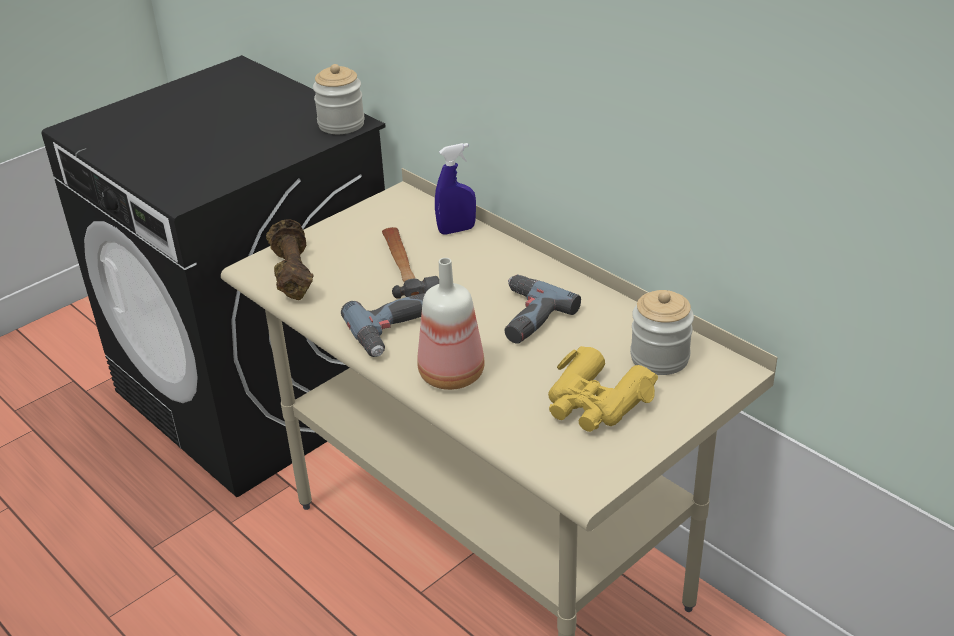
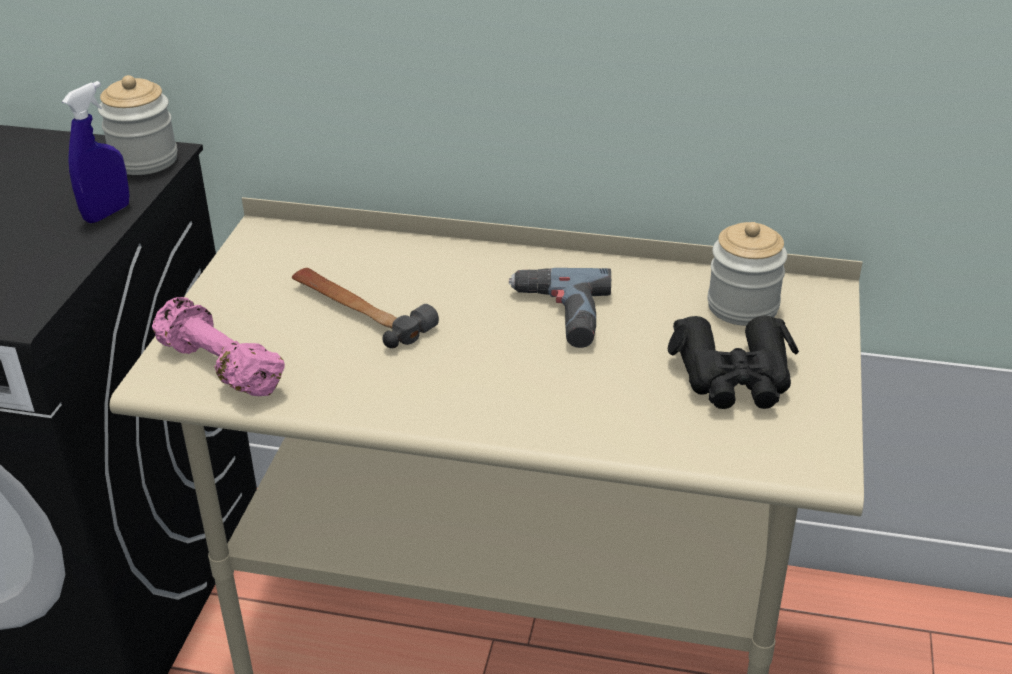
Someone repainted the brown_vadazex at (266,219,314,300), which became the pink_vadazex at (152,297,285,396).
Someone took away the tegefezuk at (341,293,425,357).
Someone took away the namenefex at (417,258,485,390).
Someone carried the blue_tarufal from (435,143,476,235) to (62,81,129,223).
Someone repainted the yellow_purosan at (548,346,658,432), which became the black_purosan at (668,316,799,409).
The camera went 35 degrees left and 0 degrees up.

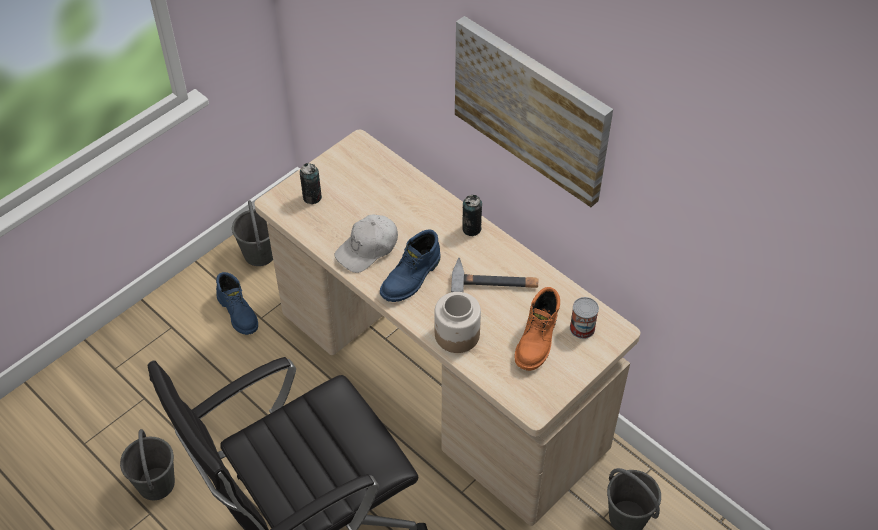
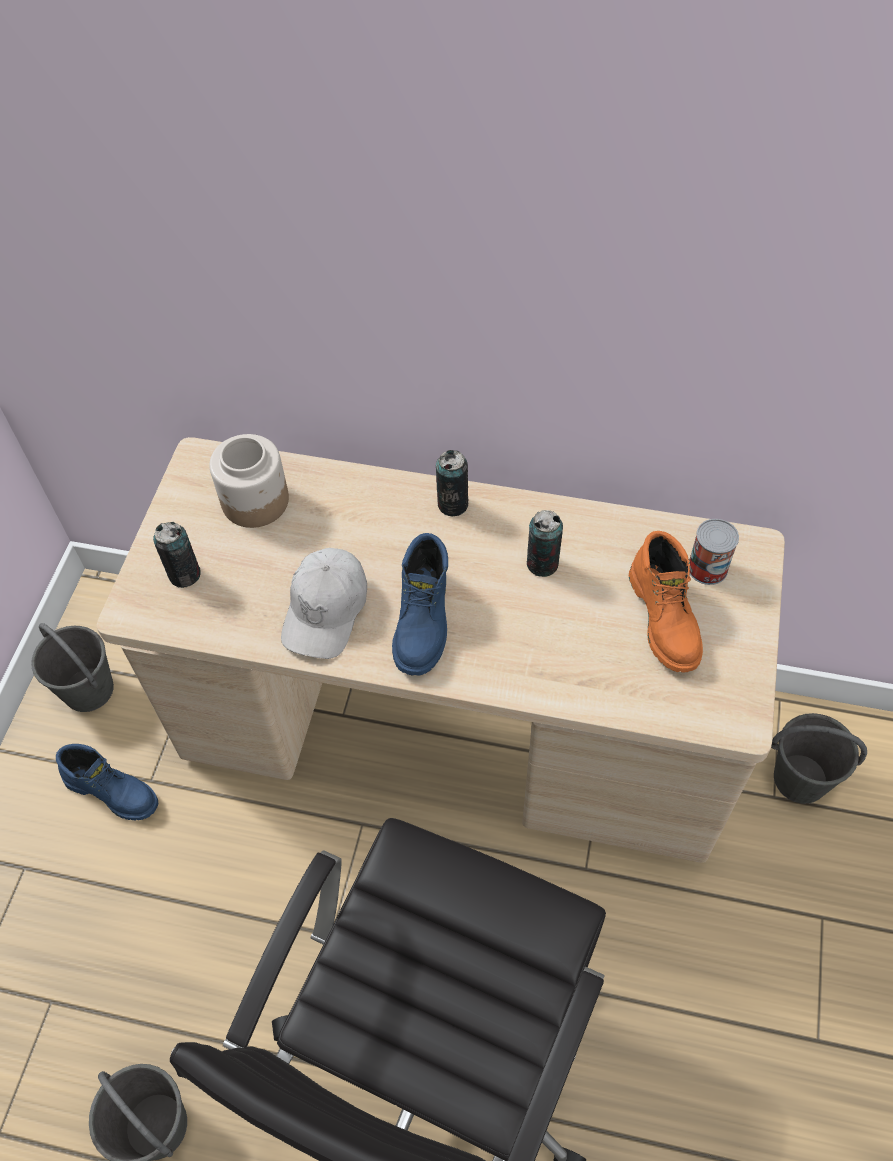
Someone carried the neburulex from (434,292,481,353) to (209,434,289,528).
Someone swapped the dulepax at (451,258,538,292) for the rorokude at (527,510,563,577).
Someone took away the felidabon at (455,16,613,207).
The camera went 30 degrees left and 5 degrees up.

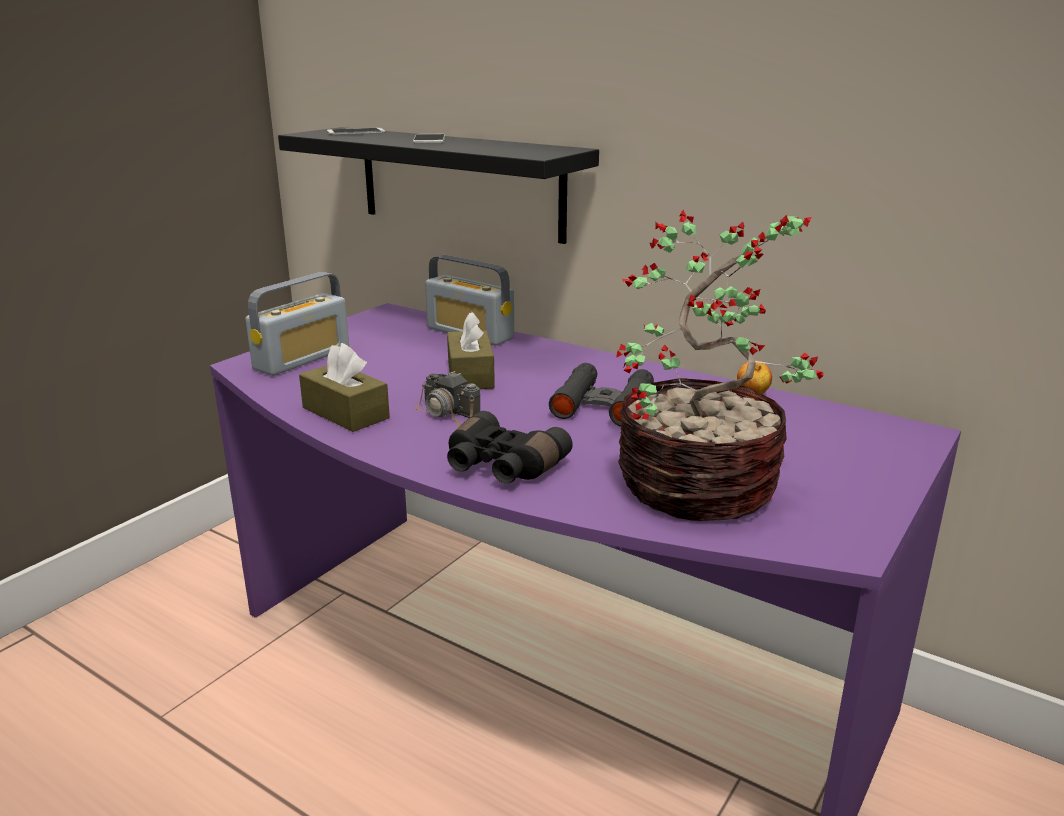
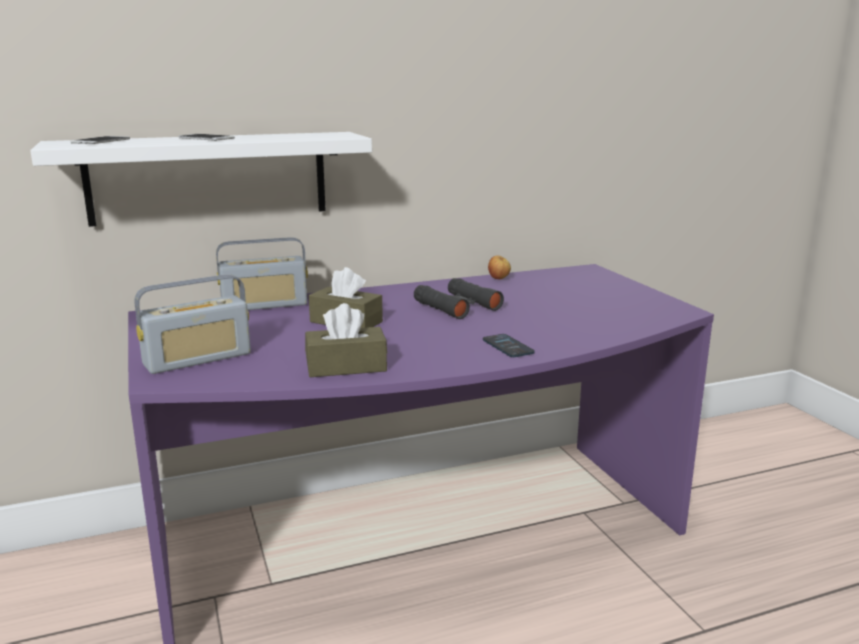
Someone rotated the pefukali at (245,272,349,376) by 75 degrees clockwise.
Someone repainted the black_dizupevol at (278,127,599,244), which became the white_dizupevol at (30,132,372,227).
Someone took away the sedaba at (415,371,480,427).
Someone swapped the black_purosan at (447,411,573,483) for the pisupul at (483,334,535,357).
Someone took away the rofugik at (616,210,823,521).
The camera went 55 degrees left and 5 degrees down.

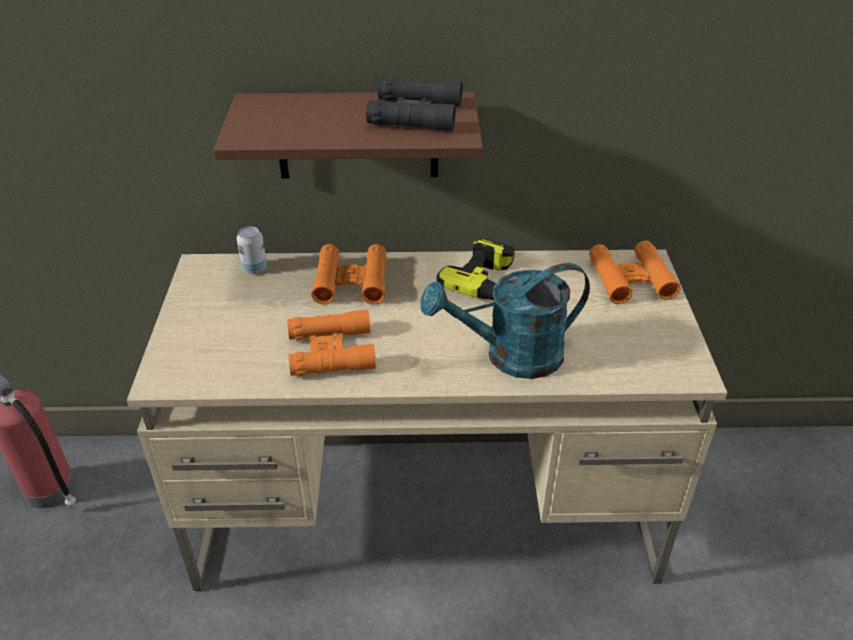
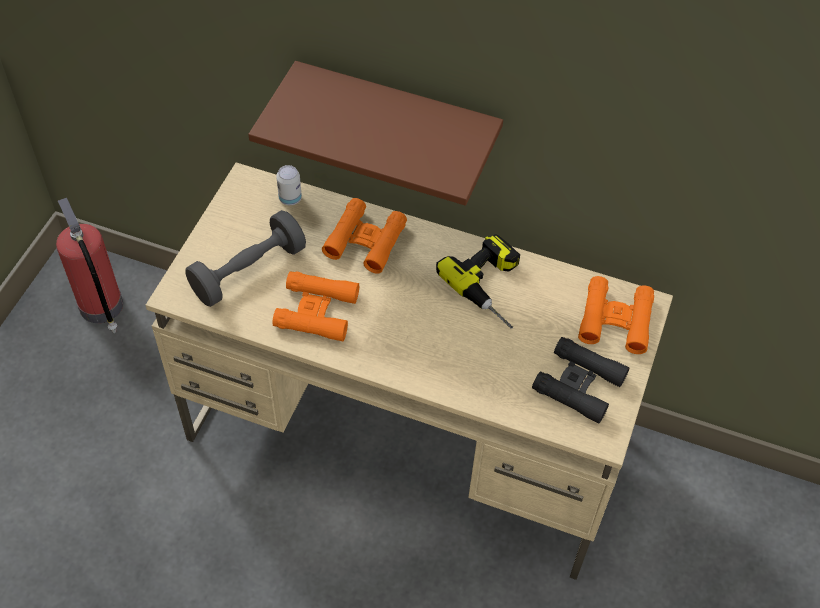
Someone carried the black_purosan from (366,77,463,131) to (532,337,629,424).
Someone took away the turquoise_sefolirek at (421,263,590,379).
Someone put down the grey_vadazex at (185,210,306,307).
The camera went 20 degrees right and 15 degrees up.

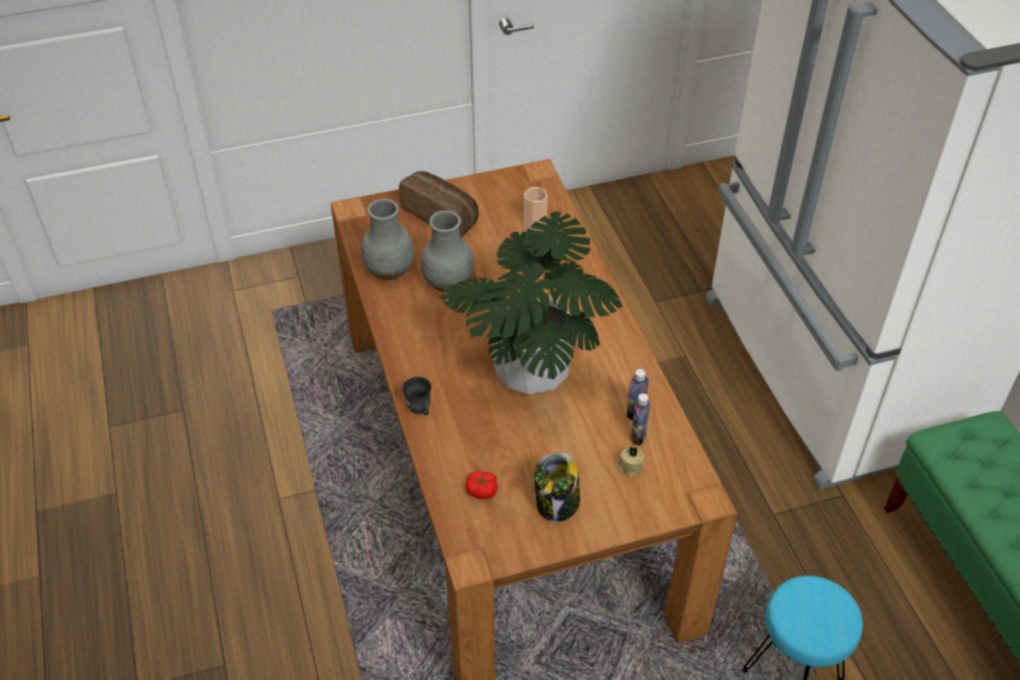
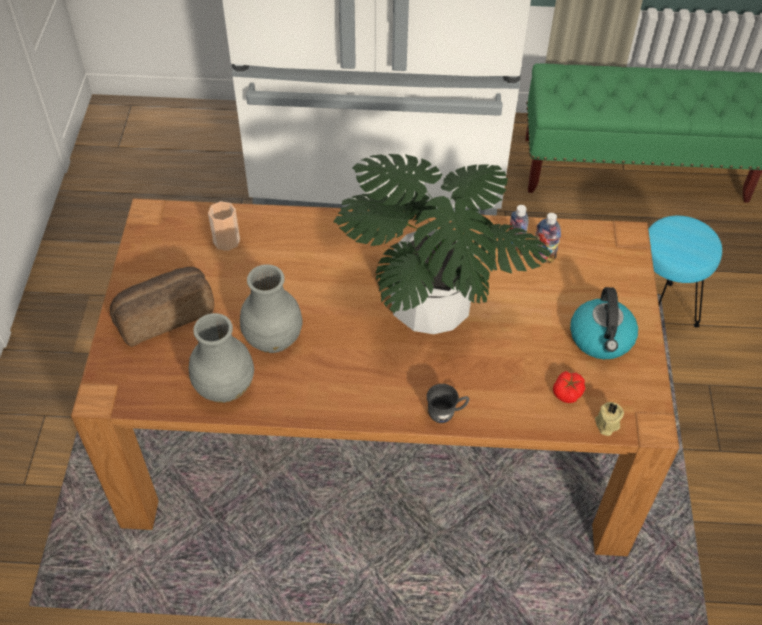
Someone swapped the neburulex at (534,452,580,522) for the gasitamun at (570,287,638,359).
Someone carried the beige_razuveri from (617,446,644,477) to (595,402,624,436).
The camera went 70 degrees left and 5 degrees up.

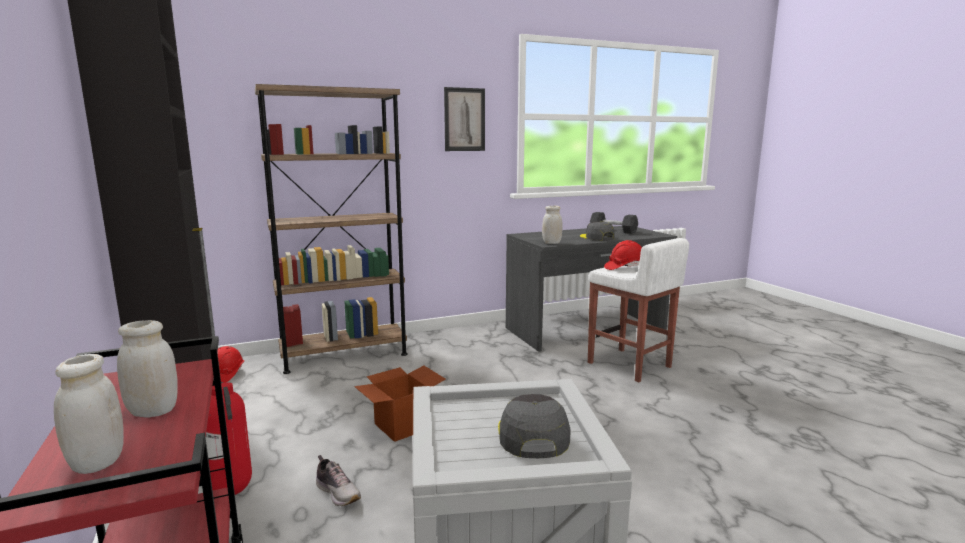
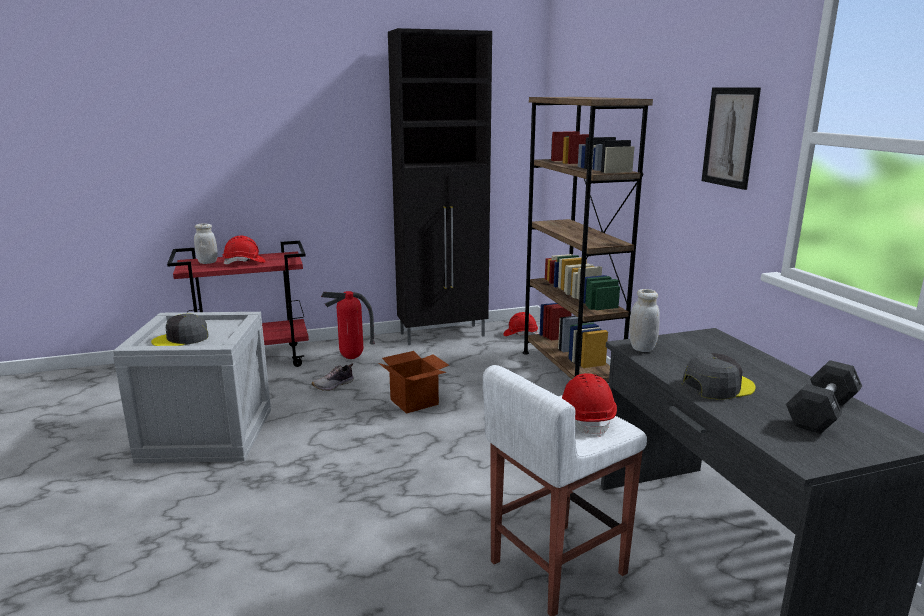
Someone swapped the white_neburulex at (117,320,178,418) for the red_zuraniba at (223,236,266,264).
Someone rotated the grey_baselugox at (498,394,571,458) by 150 degrees clockwise.
The camera went 95 degrees right and 5 degrees up.

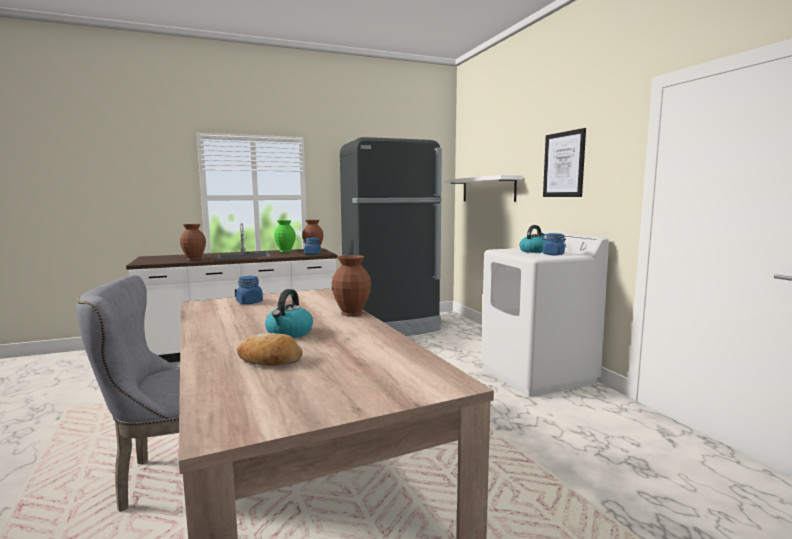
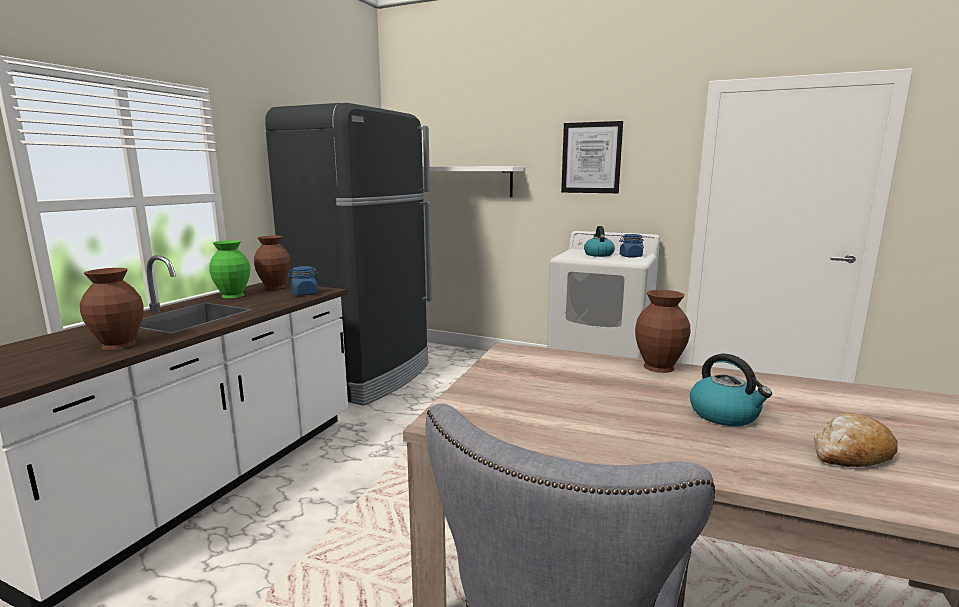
Someone took away the blue_neburulex at (236,276,263,304).
The camera went 45 degrees left and 5 degrees up.

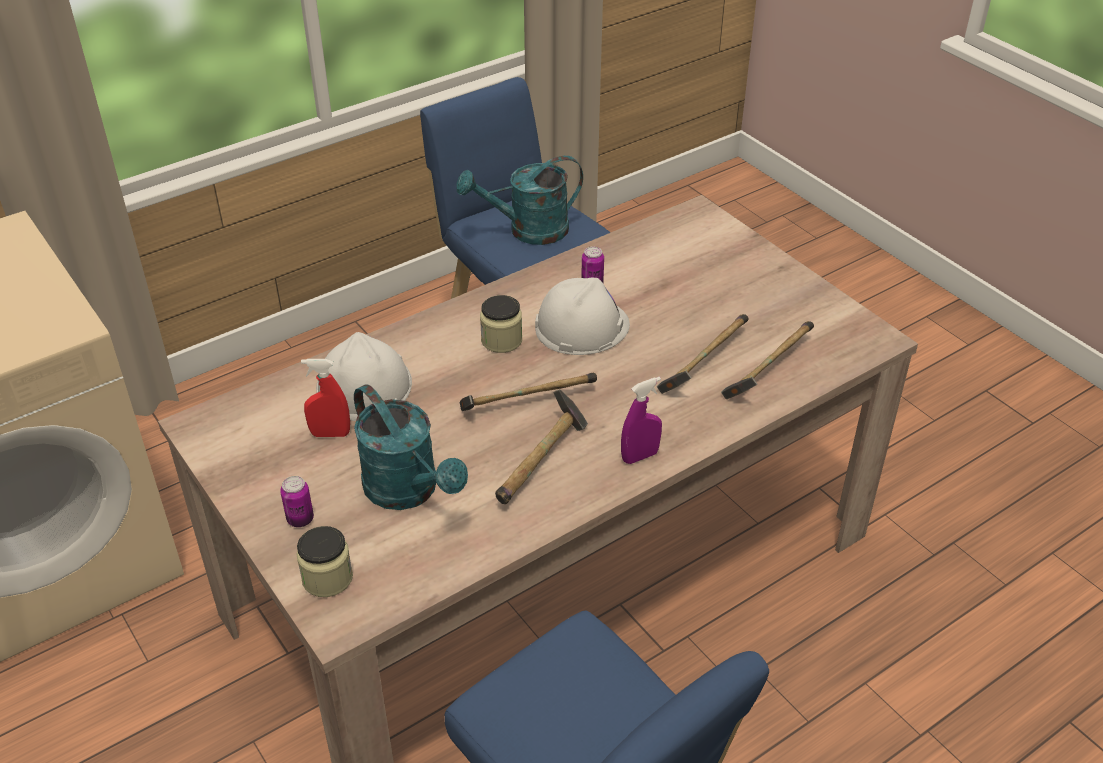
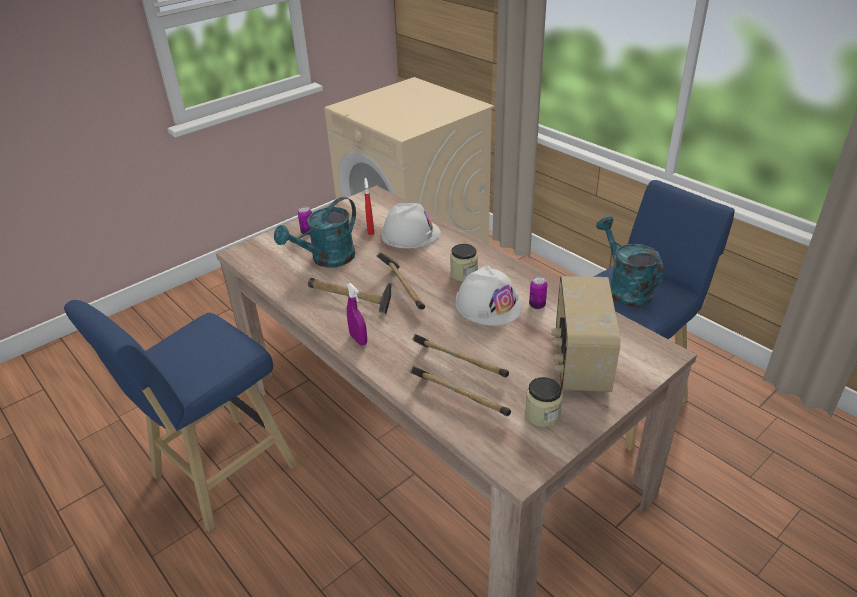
Someone carried the neburulex from (297,526,353,597) to (525,377,563,427).
Someone put down the pefukali at (551,276,620,392).
The camera went 85 degrees right and 5 degrees down.

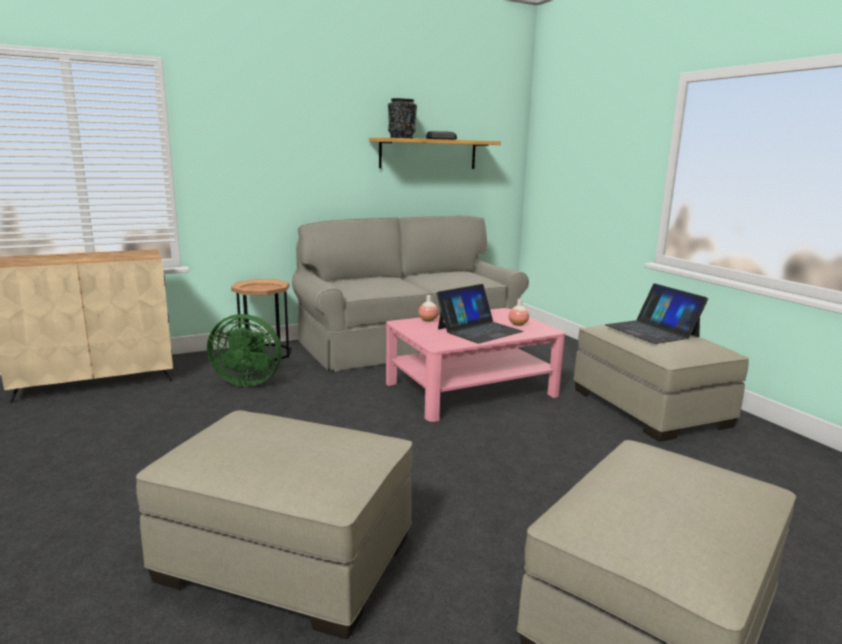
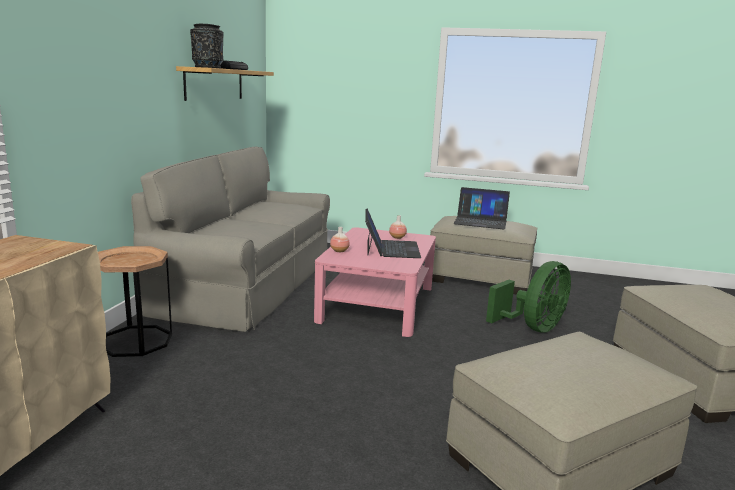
Someone carried the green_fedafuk from (207,314,282,387) to (486,261,571,333).
The camera went 50 degrees left and 0 degrees up.

